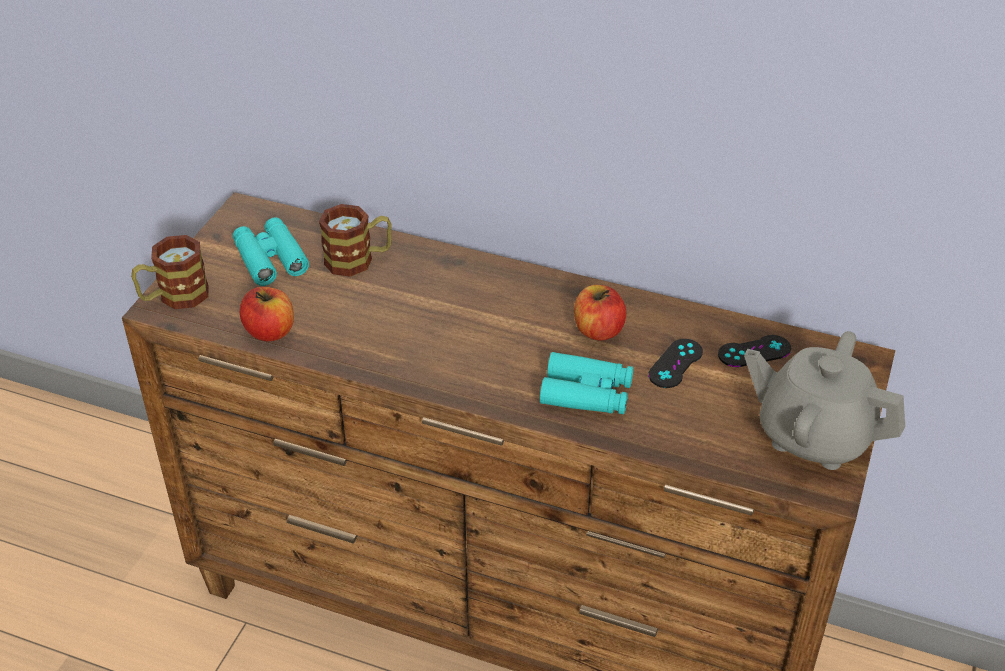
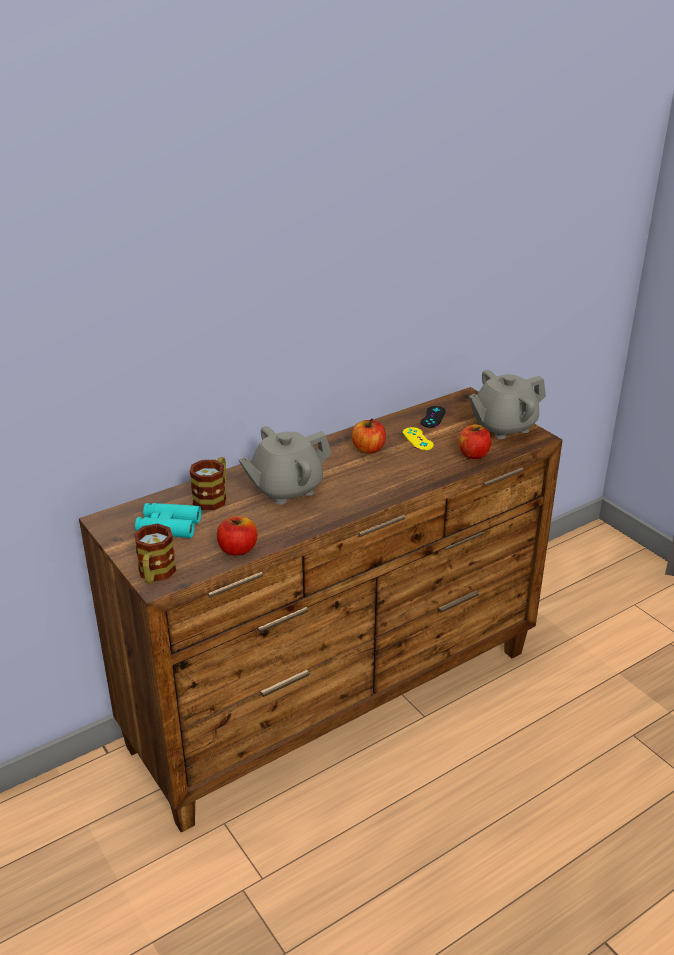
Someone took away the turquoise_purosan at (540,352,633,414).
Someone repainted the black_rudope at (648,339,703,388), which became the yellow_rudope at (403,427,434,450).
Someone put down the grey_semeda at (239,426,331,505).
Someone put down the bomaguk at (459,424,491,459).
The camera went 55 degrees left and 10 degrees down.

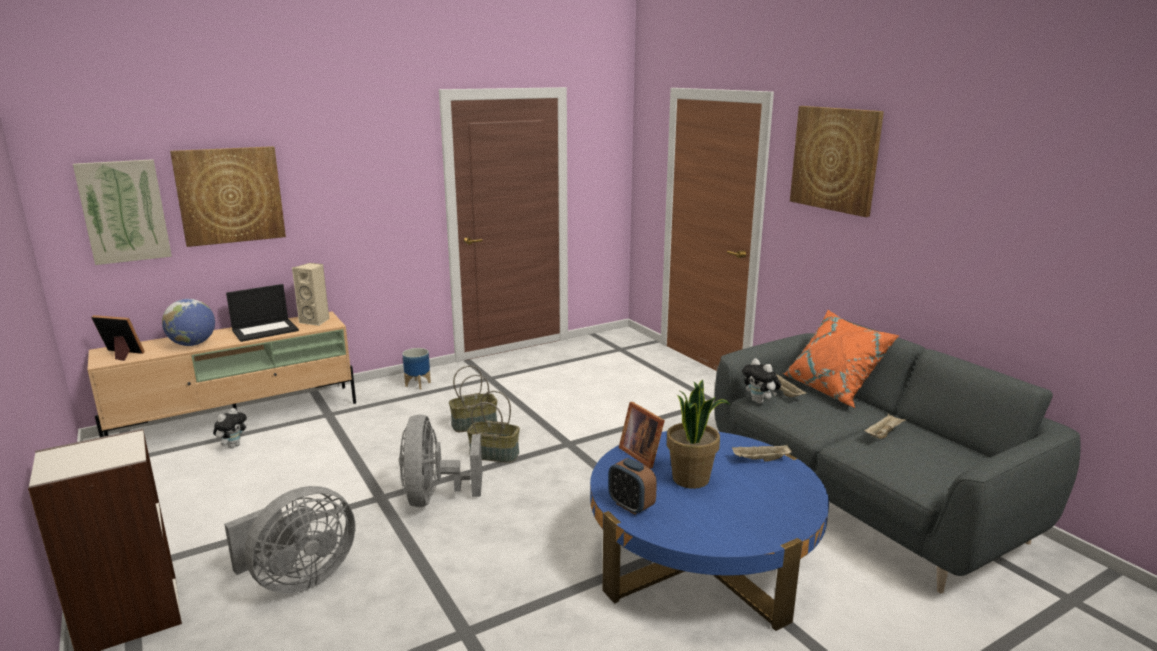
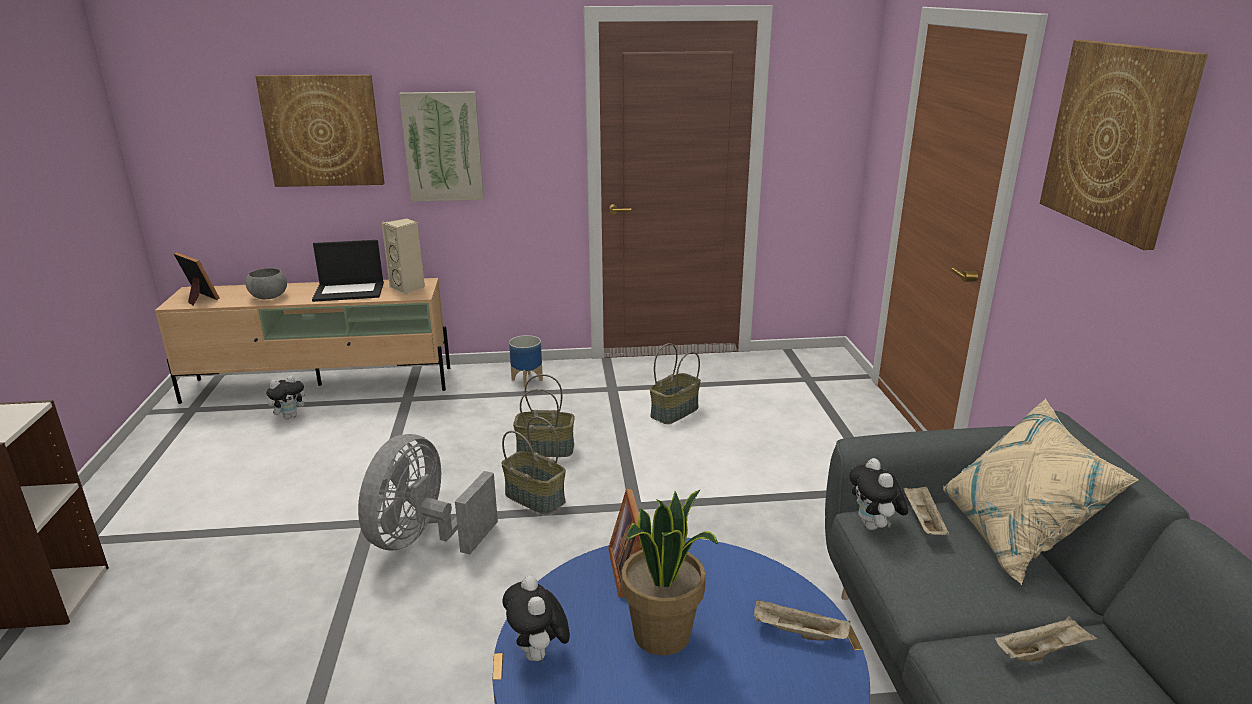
Someone carried the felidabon from (73,159,172,265) to (399,91,484,202).
Someone swapped the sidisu at (162,299,215,346) for the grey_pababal at (246,268,287,300).
Someone took away the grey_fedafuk at (224,486,356,594).
Someone swapped the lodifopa at (608,458,657,515) for the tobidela at (502,576,570,662).
Someone repainted the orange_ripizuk at (783,310,899,408), which became the beige_ripizuk at (943,398,1139,585).
Someone put down the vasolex at (650,343,701,424).
The camera went 25 degrees right and 5 degrees up.

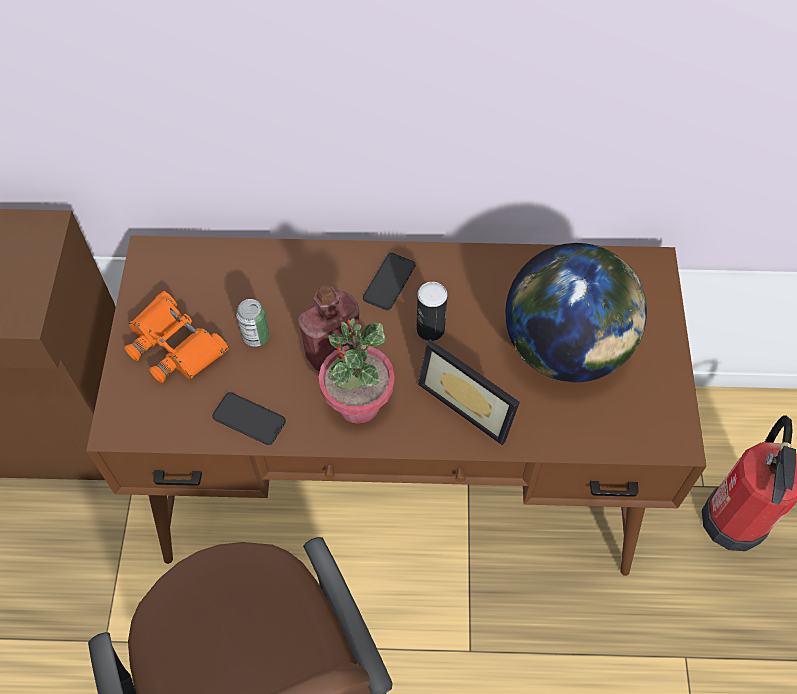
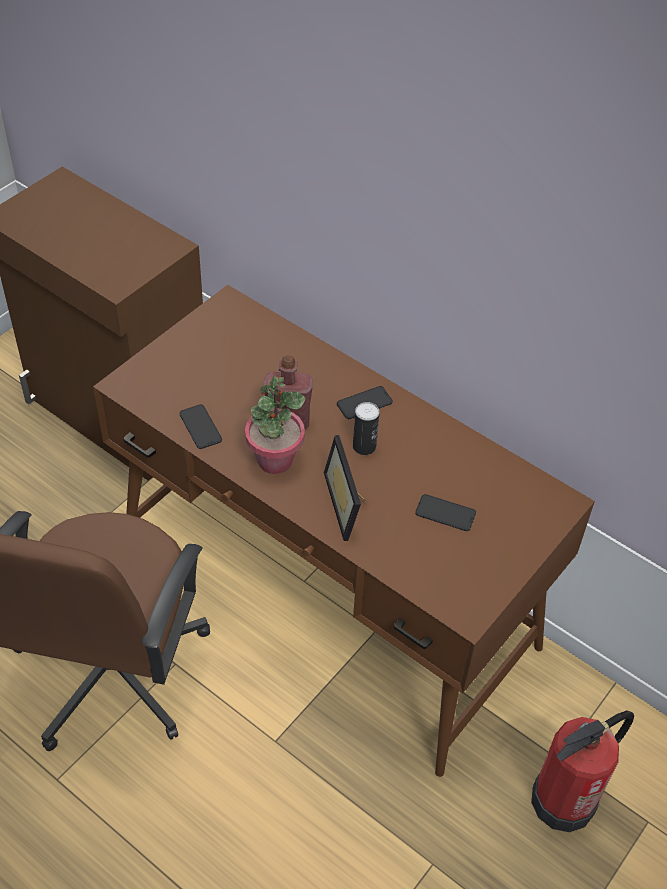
Someone took away the orange_purosan at (124,291,229,383).
Someone took away the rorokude at (236,299,270,347).
Someone swapped the sidisu at (505,243,647,382) for the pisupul at (415,494,476,531).
The camera went 35 degrees right and 10 degrees down.

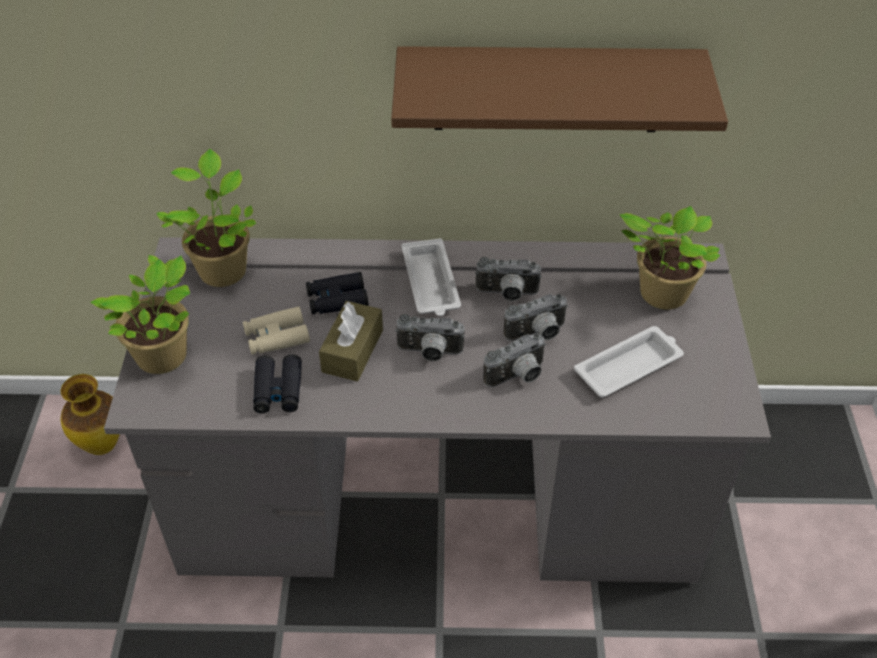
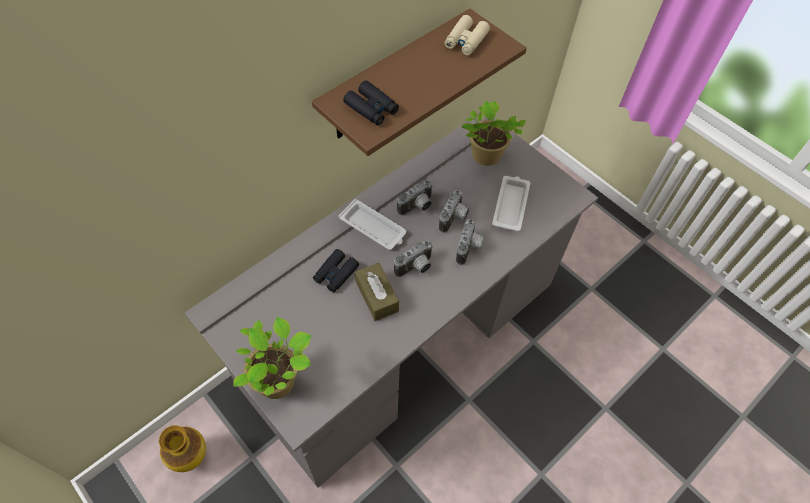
Someone took away the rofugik at (156,149,256,287).
Someone carried the beige_purosan from (243,306,310,355) to (445,15,490,55).
Someone carried the black_purosan from (253,354,302,413) to (343,80,399,126).
The camera went 45 degrees left and 10 degrees up.

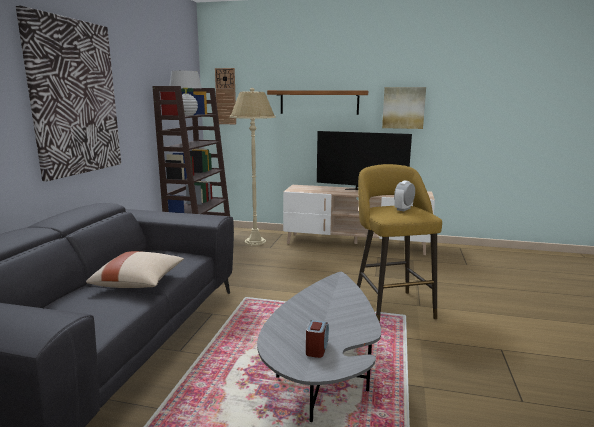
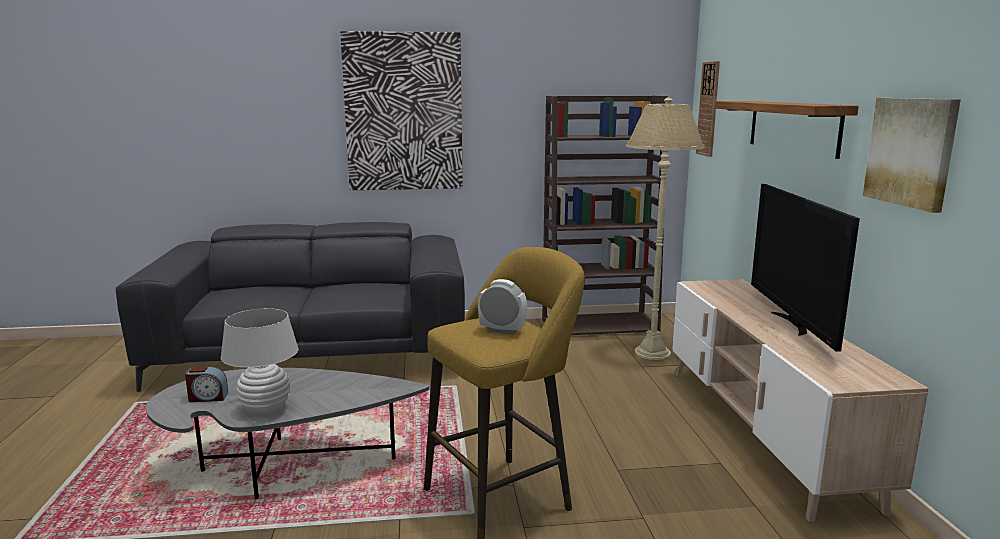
Someone took away the beige_ripizuk at (86,251,184,288).
Someone carried the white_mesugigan from (169,71,202,116) to (221,308,299,414).
The camera went 70 degrees right and 0 degrees up.

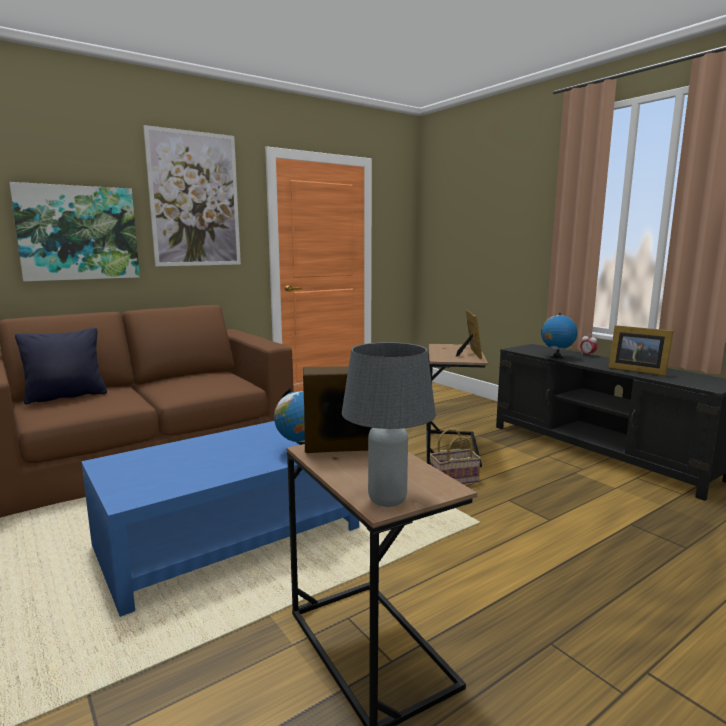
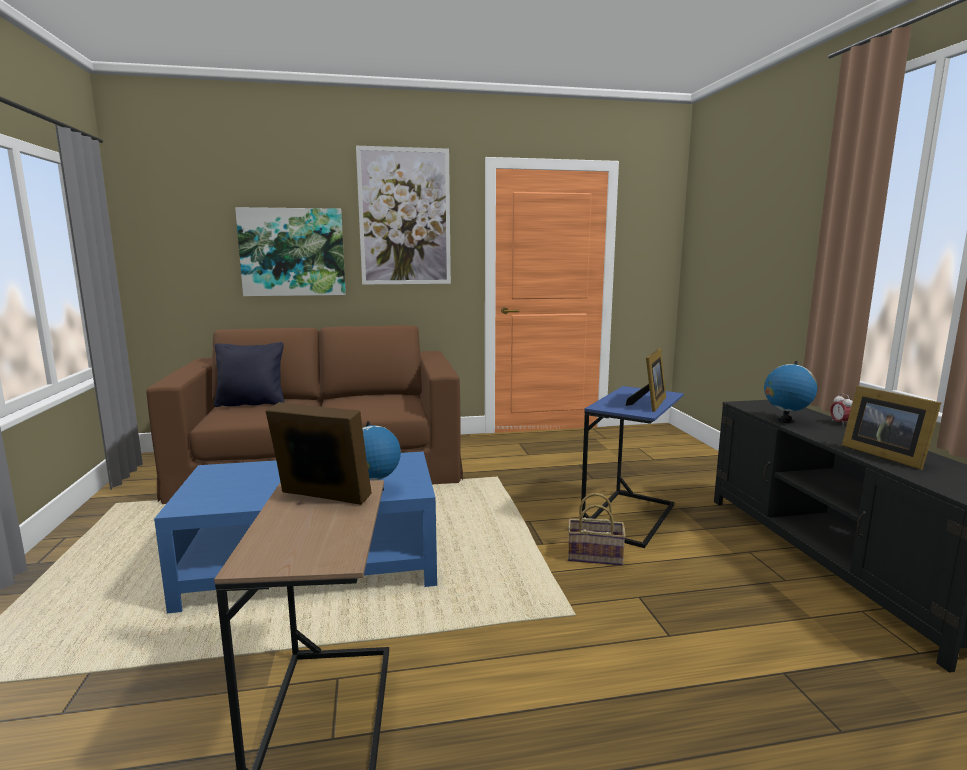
Someone took away the grey_mesugigan at (342,342,436,507).
Someone repainted the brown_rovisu at (426,344,488,467), which became the blue_rovisu at (581,386,684,548).
The camera went 25 degrees right and 0 degrees up.

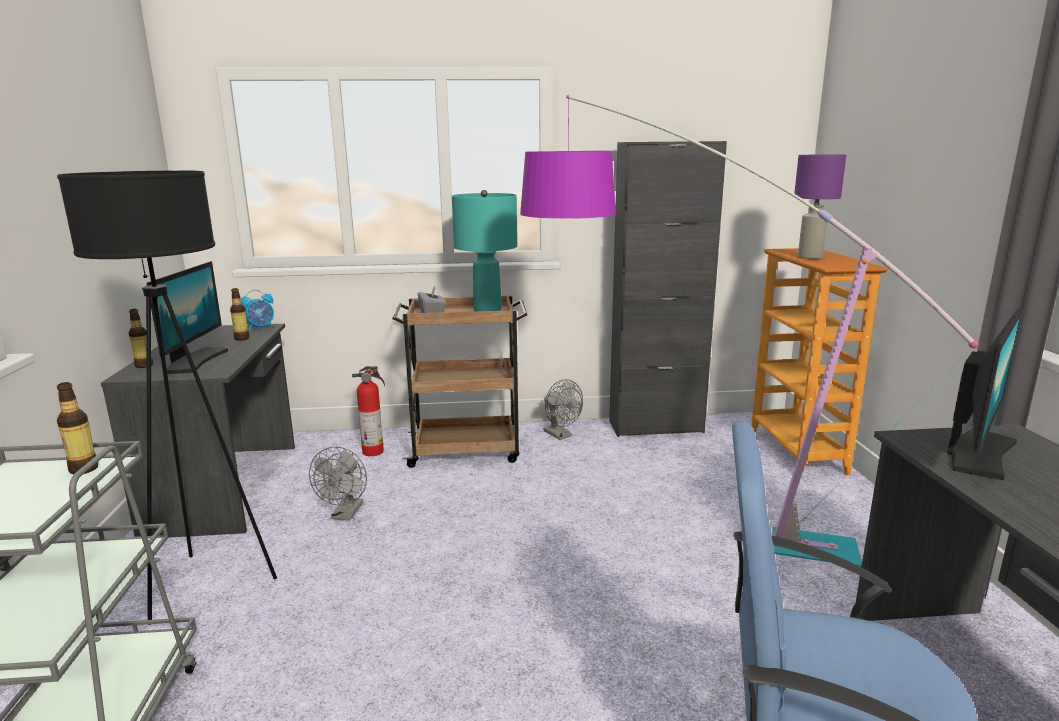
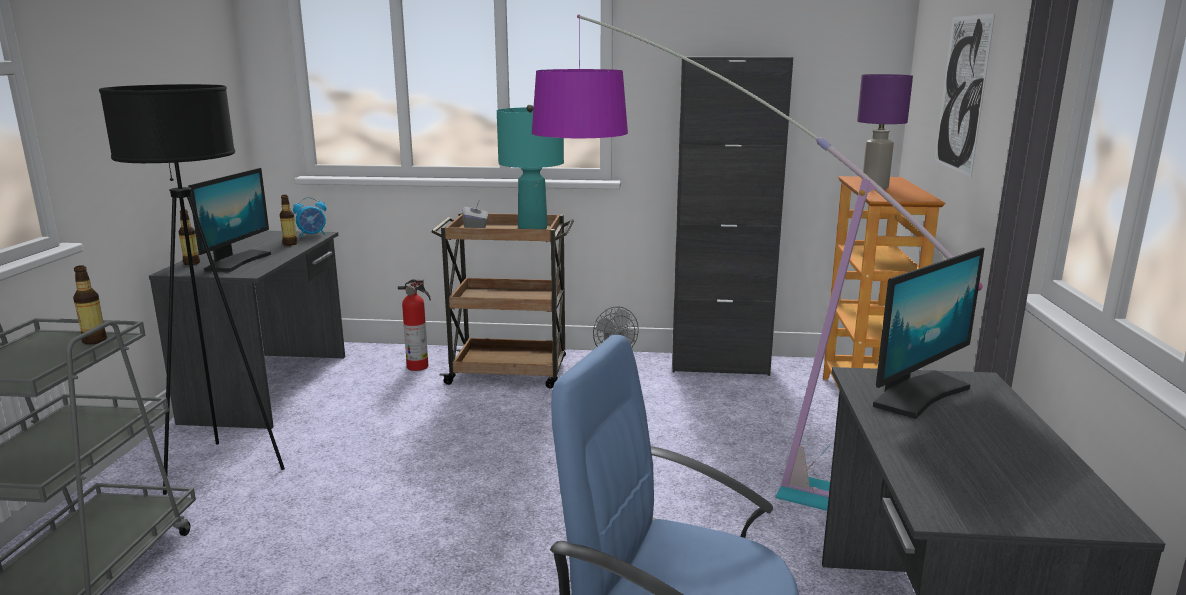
Someone took away the grey_fedafuk at (309,447,367,520).
Someone put up the felidabon at (935,14,995,177).
The camera went 10 degrees right and 0 degrees up.

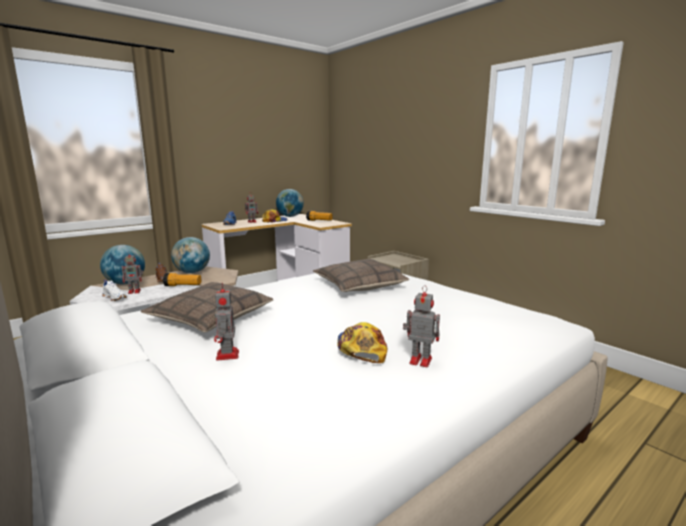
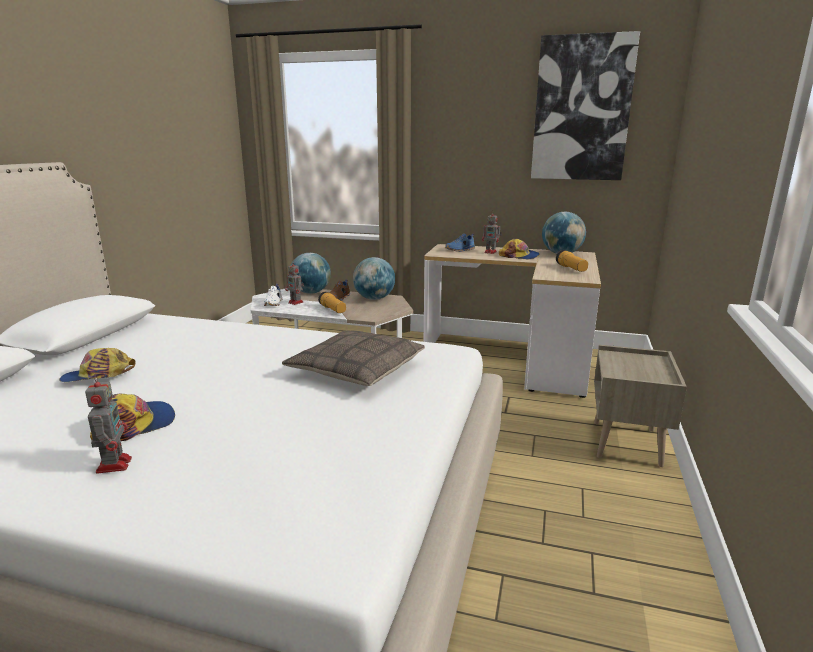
Someone took away the ripizuk at (141,282,273,332).
Someone swapped the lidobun at (214,283,239,361) for the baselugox at (59,348,136,382).
Someone put up the felidabon at (531,31,640,180).
The camera went 55 degrees right and 5 degrees up.

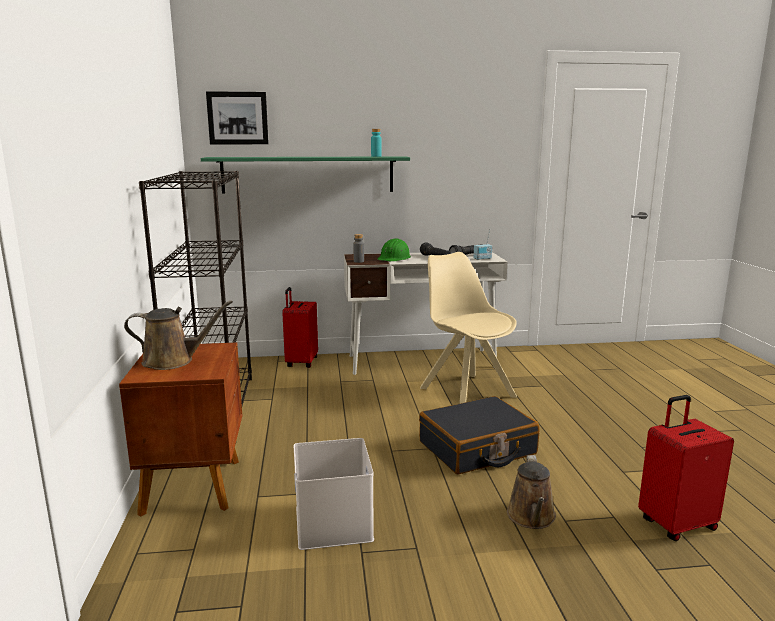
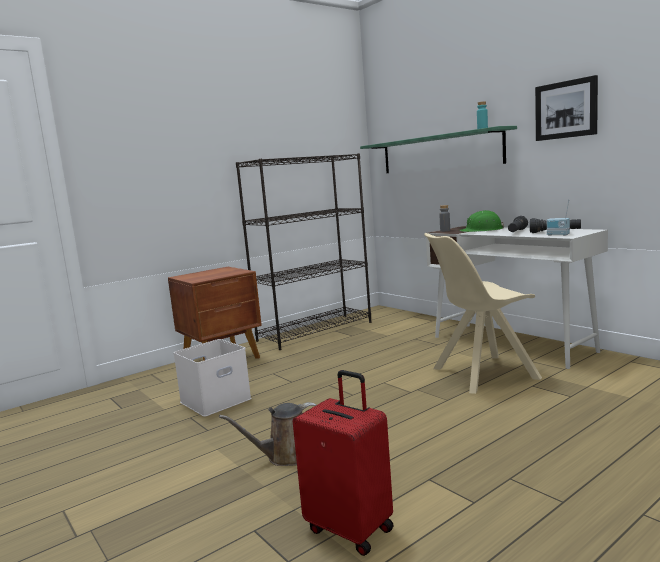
Someone took away the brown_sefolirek at (124,300,233,370).
Someone carried the felidabon from (206,91,269,144) to (535,75,598,141).
Someone took away the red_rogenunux at (282,287,318,368).
Someone took away the black_rogenunux at (419,396,539,474).
Someone rotated the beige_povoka at (420,252,517,404) by 135 degrees counterclockwise.
The camera went 60 degrees right and 5 degrees down.

